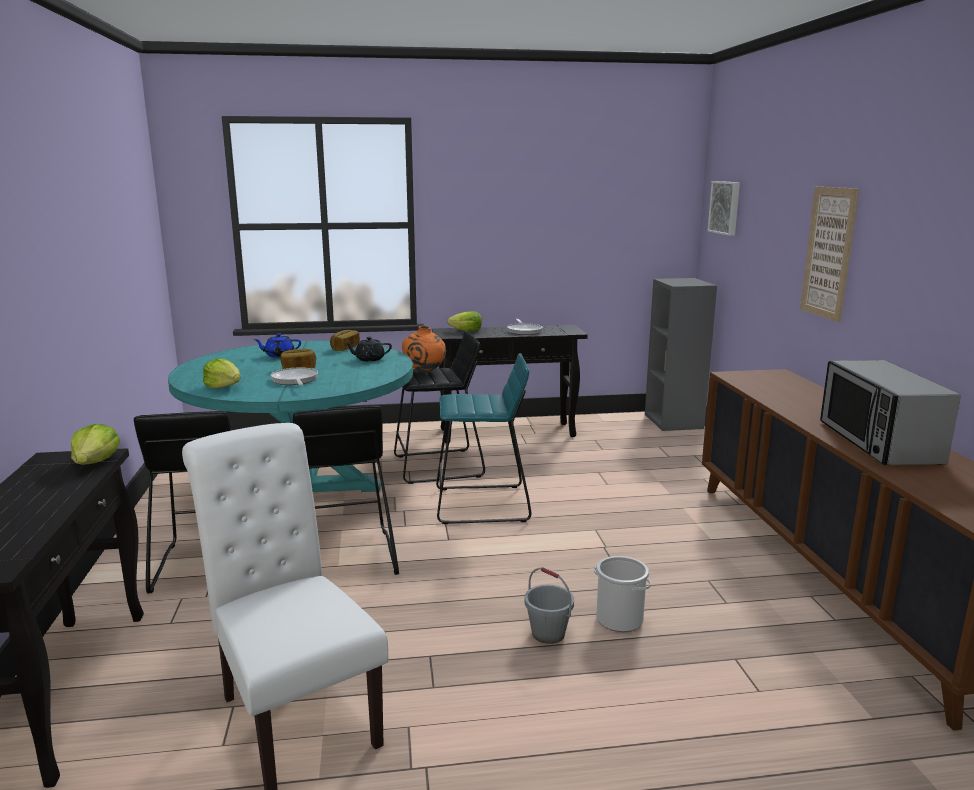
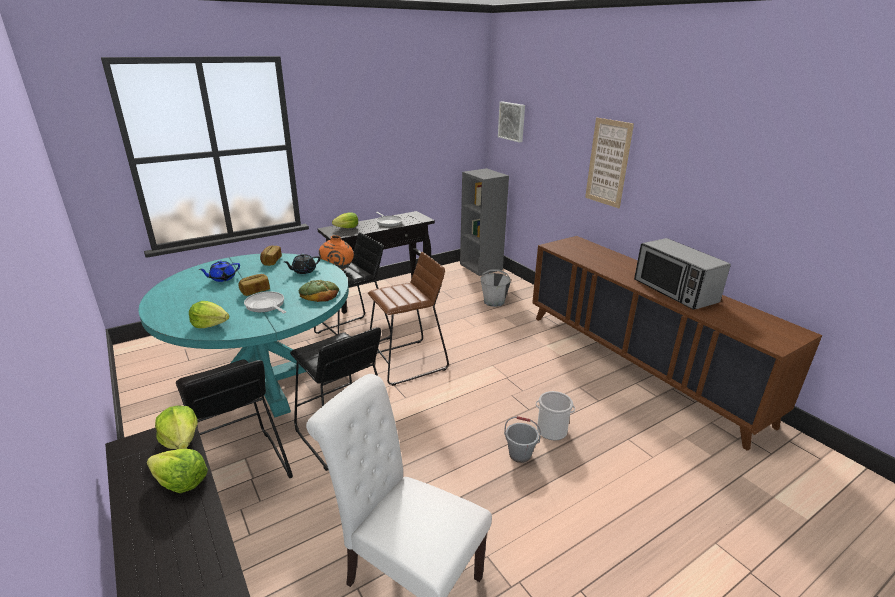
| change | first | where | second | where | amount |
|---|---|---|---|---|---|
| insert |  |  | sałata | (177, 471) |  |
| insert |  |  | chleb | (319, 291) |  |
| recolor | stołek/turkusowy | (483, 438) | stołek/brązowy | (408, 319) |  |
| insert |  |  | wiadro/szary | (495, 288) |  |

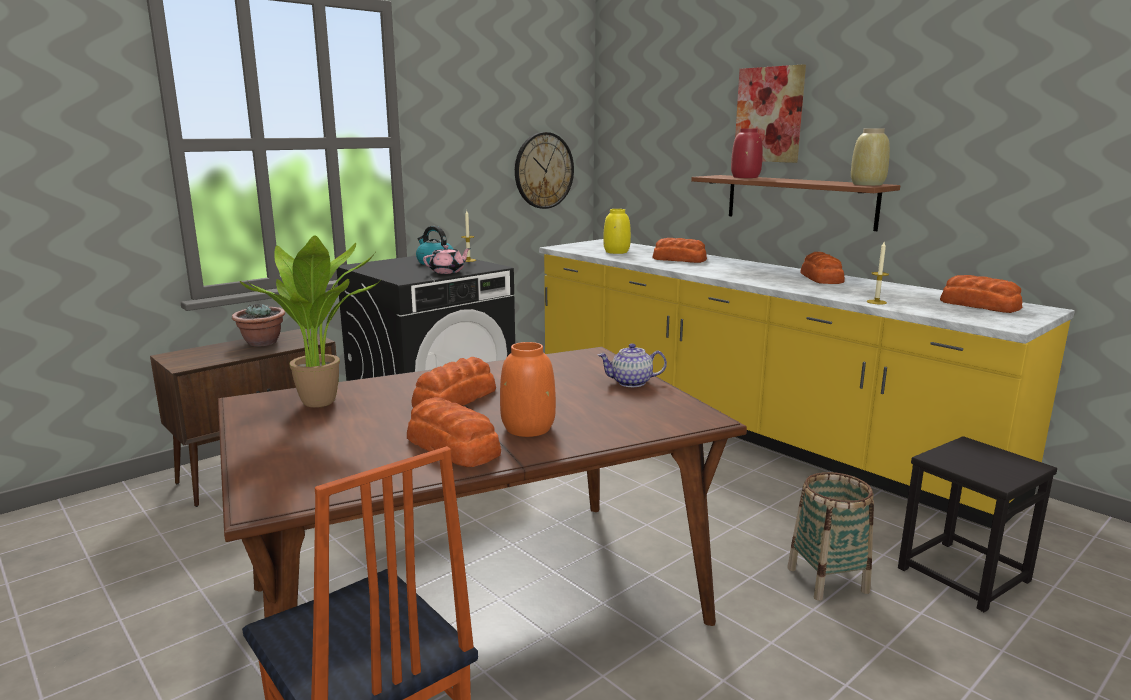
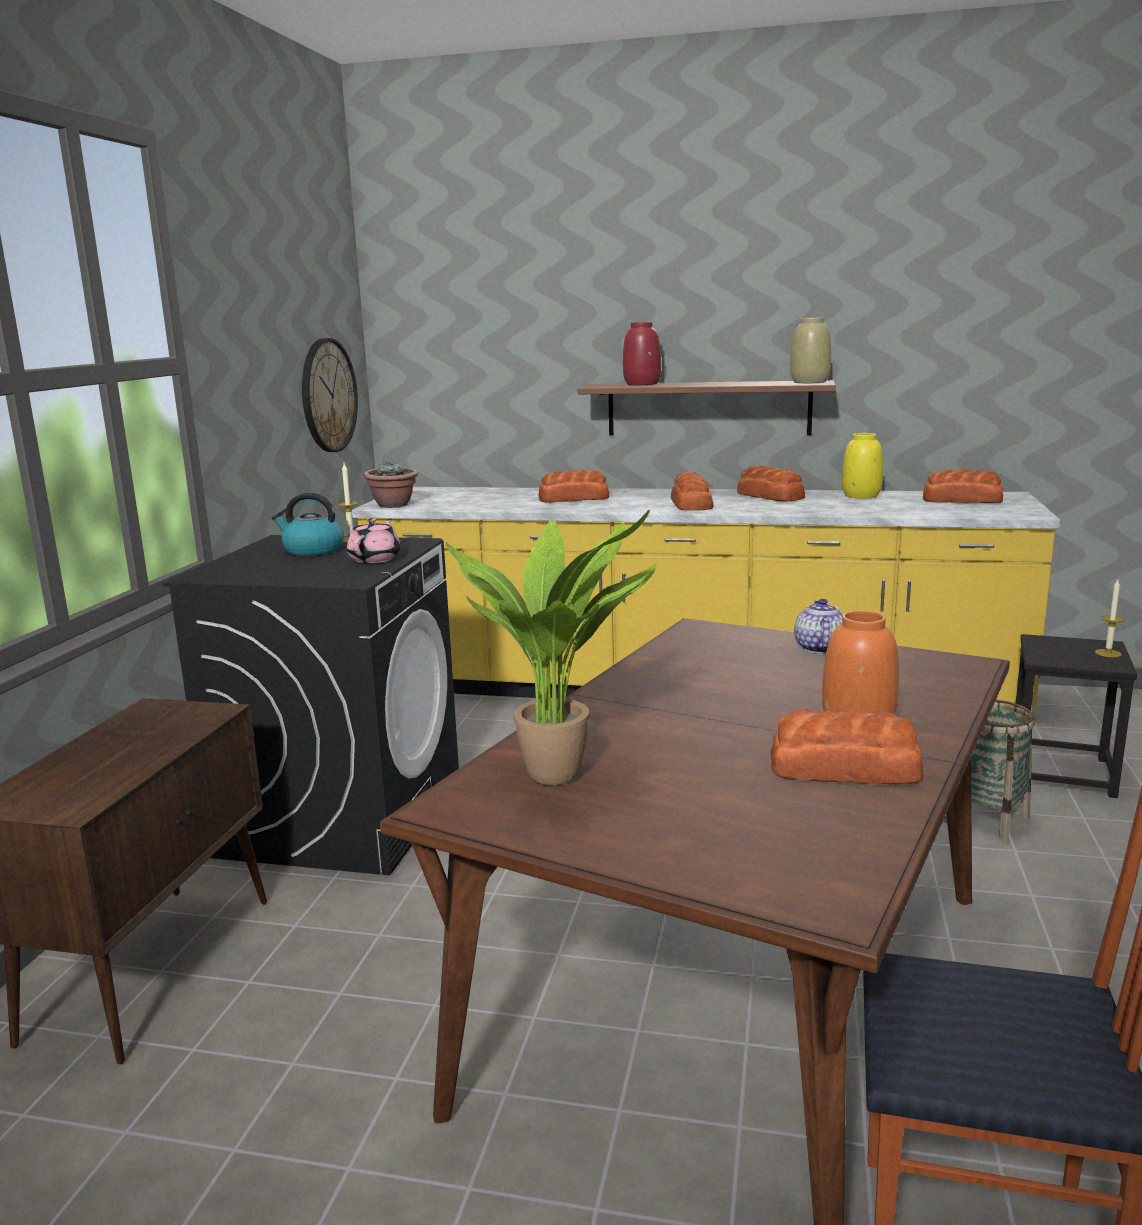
| change | first | where | second | where | amount |
|---|---|---|---|---|---|
| move | roślina doniczkowa | (258, 325) |  | (391, 484) |  |
| move | chleb | (453, 382) |  | (692, 491) |  |
| rotate | imbryk | (632, 365) |  | (818, 626) | 135 degrees clockwise |
| move | wazon/żółty | (617, 231) |  | (862, 466) |  |
| move | świeca | (877, 273) |  | (1109, 618) |  |
| delete | obraz | (770, 113) |  |  |  |

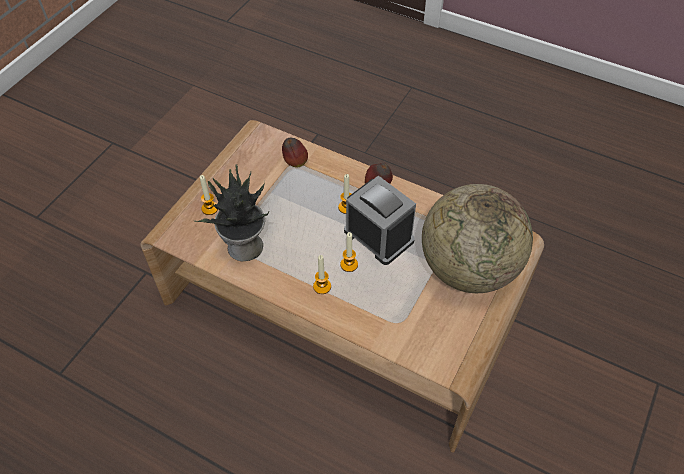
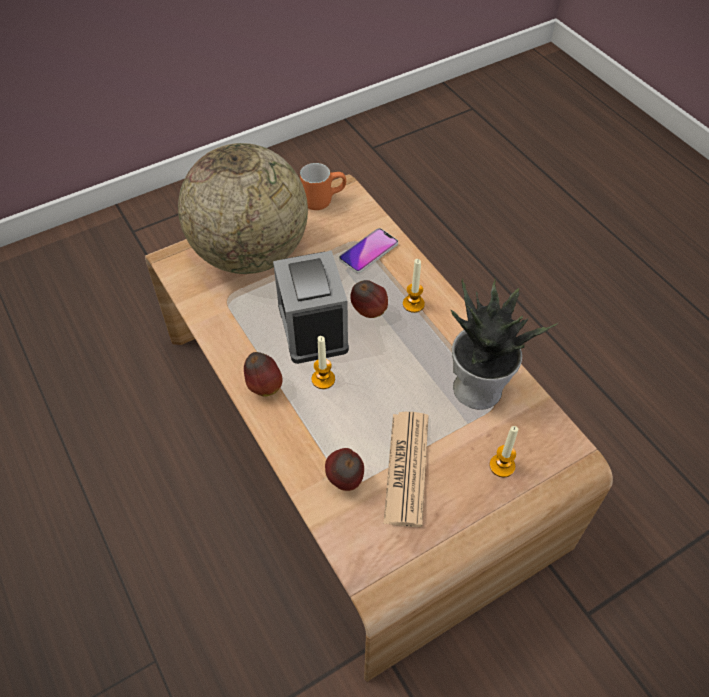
| change | first | where | second | where | amount |
|---|---|---|---|---|---|
| insert |  |  | kubek/pomarańczowy | (323, 186) |  |
| insert |  |  | telefon | (368, 250) |  |
| replace | świeca | (349, 252) | jabłko | (369, 299) |  |
| insert |  |  | gazeta | (406, 469) |  |

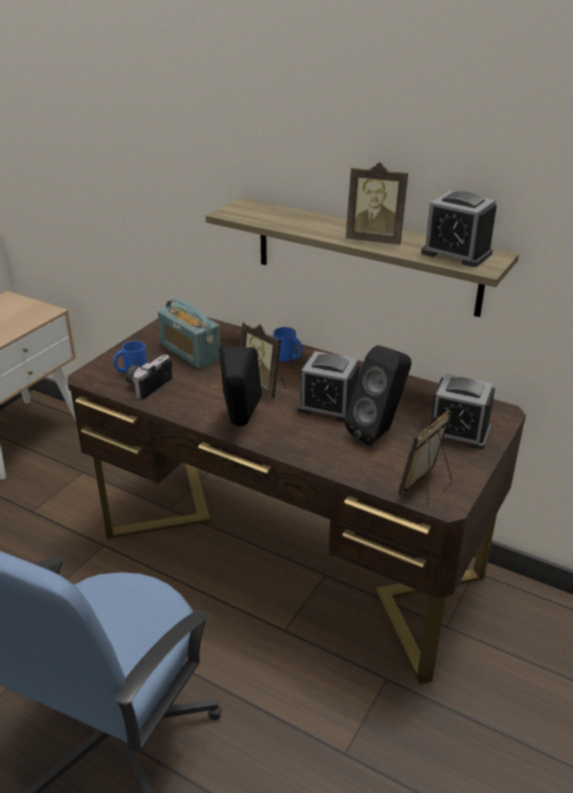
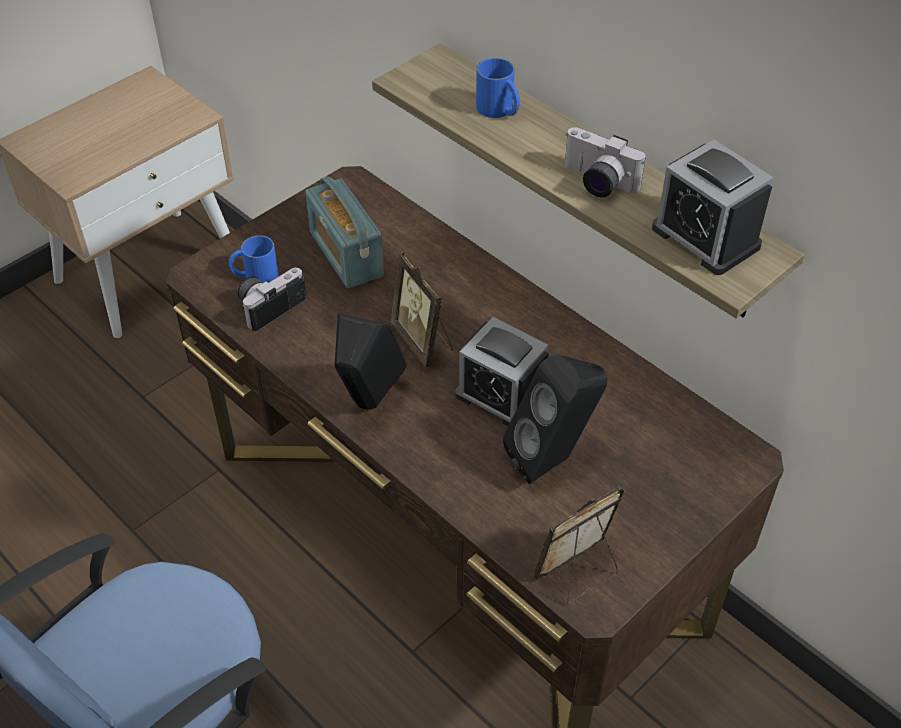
| change | first | where | second | where | amount |
|---|---|---|---|---|---|
| move | kubek/niebieski | (288, 344) |  | (498, 88) |  |
| replace | ramka na zdjęcie | (377, 203) | aparat fotograficzny | (605, 162) |  |
| delete | budzik | (463, 412) |  |  |  |

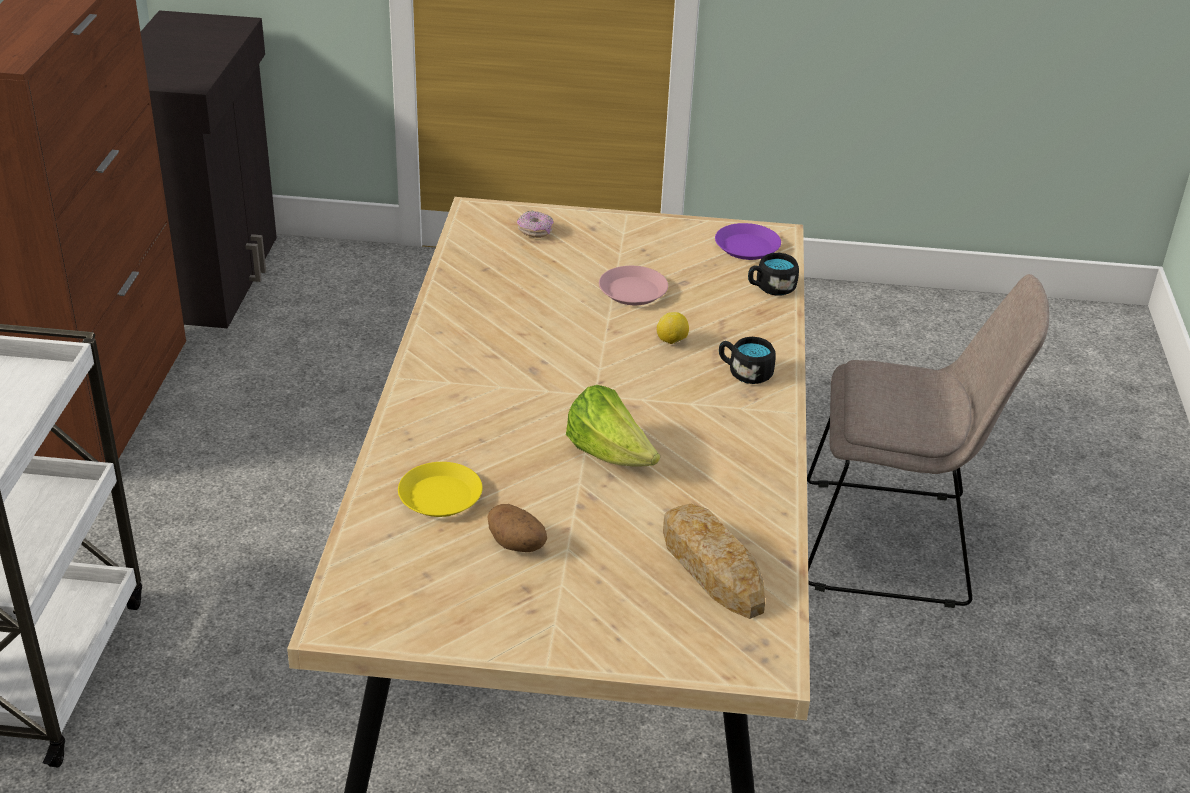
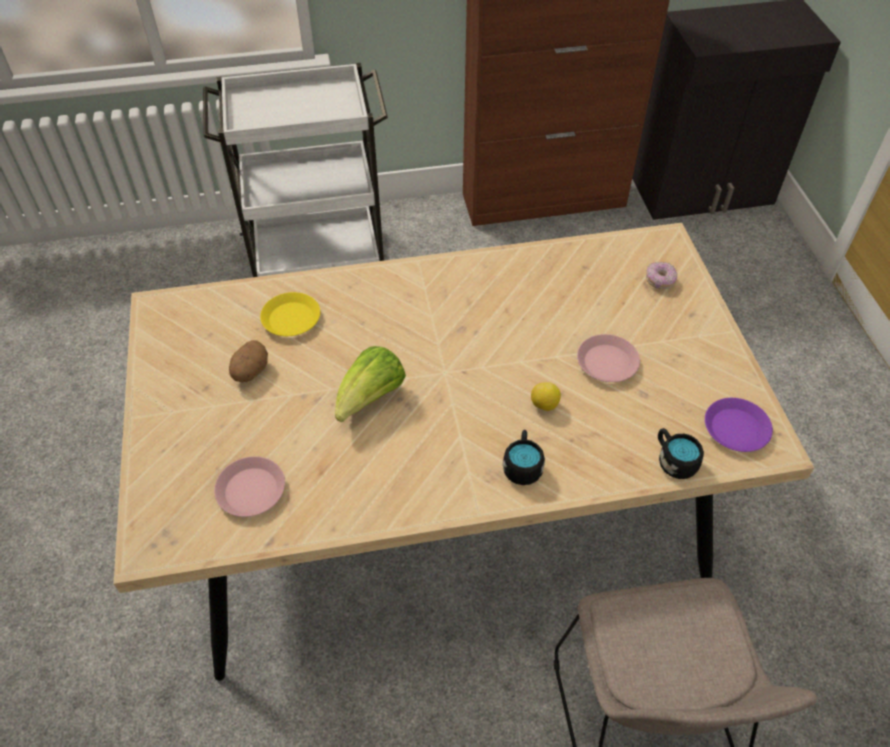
| change | first | where | second | where | amount |
|---|---|---|---|---|---|
| replace | chleb | (714, 561) | talerz/różowy | (249, 486) |  |

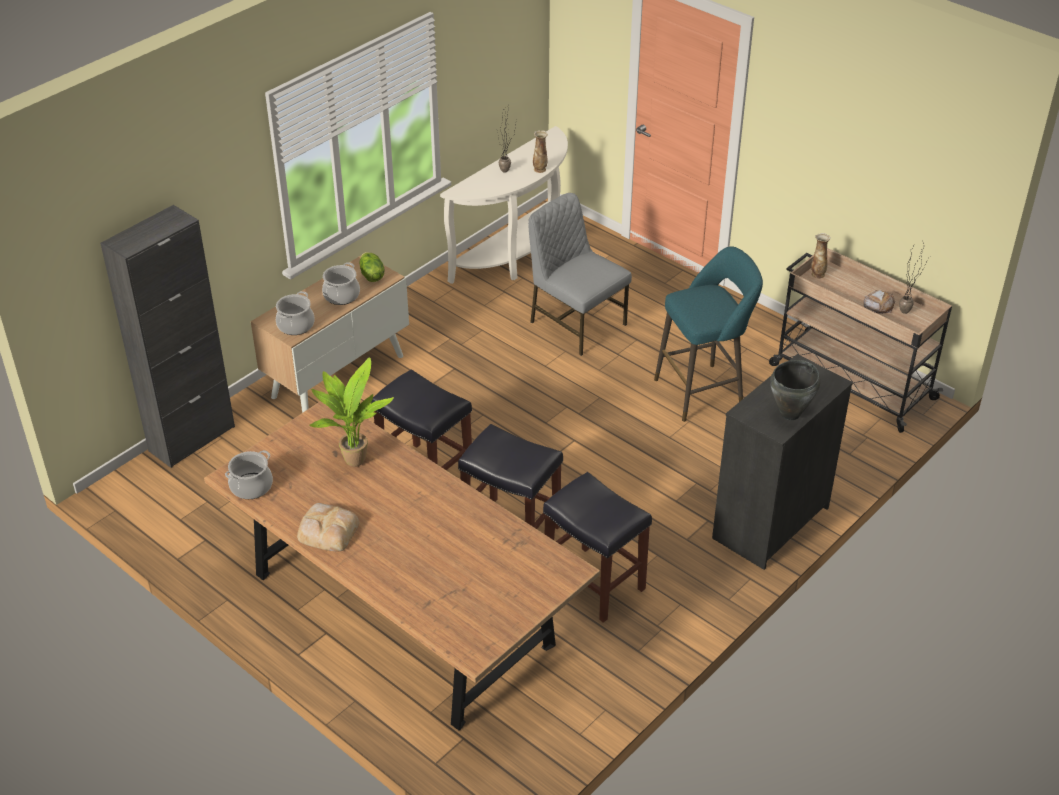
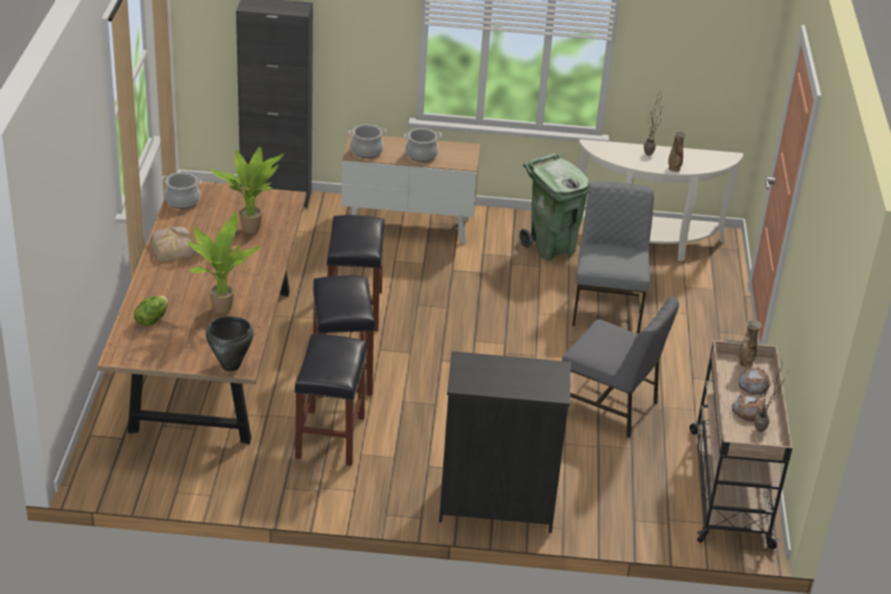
| change | first | where | second | where | amount |
|---|---|---|---|---|---|
| move | sałata | (372, 267) |  | (151, 311) |  |
| insert |  |  | roślina doniczkowa | (223, 263) |  |
| move | garnek/czarny | (795, 390) |  | (230, 343) |  |
| insert |  |  | kosz na śmieci/zielony | (554, 207) |  |
| replace | stołek/turkusowy | (708, 334) | krzesło/szary | (620, 367) |  |
| insert |  |  | chleb | (754, 381) |  |

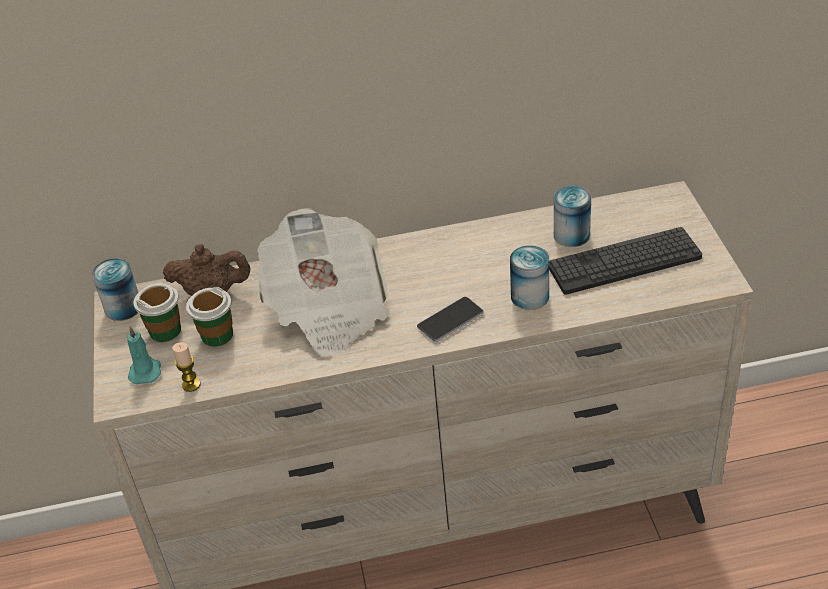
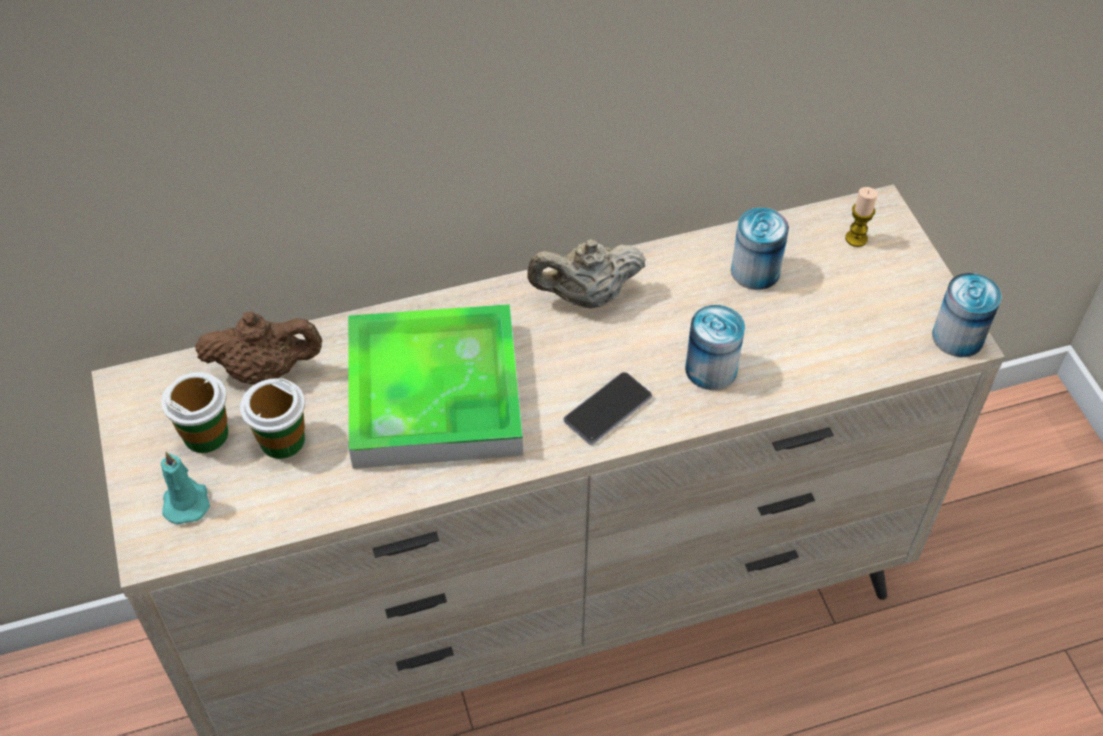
| change | first | where | second | where | amount |
|---|---|---|---|---|---|
| replace | gazeta | (324, 282) | taca | (435, 386) |  |
| insert |  |  | imbryk/beżowy | (586, 273) |  |
| move | świeca | (186, 367) |  | (861, 217) |  |
| move | puszka | (115, 289) |  | (967, 315) |  |
| delete | klawiatura | (625, 261) |  |  |  |

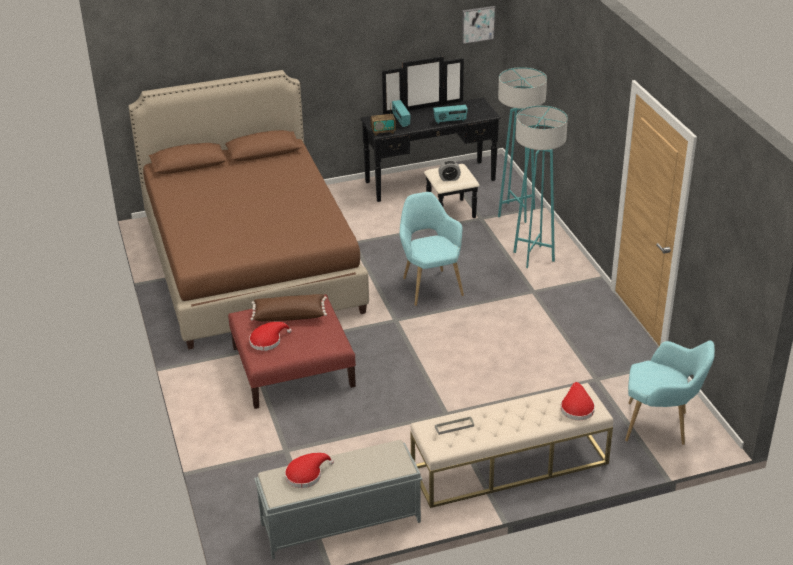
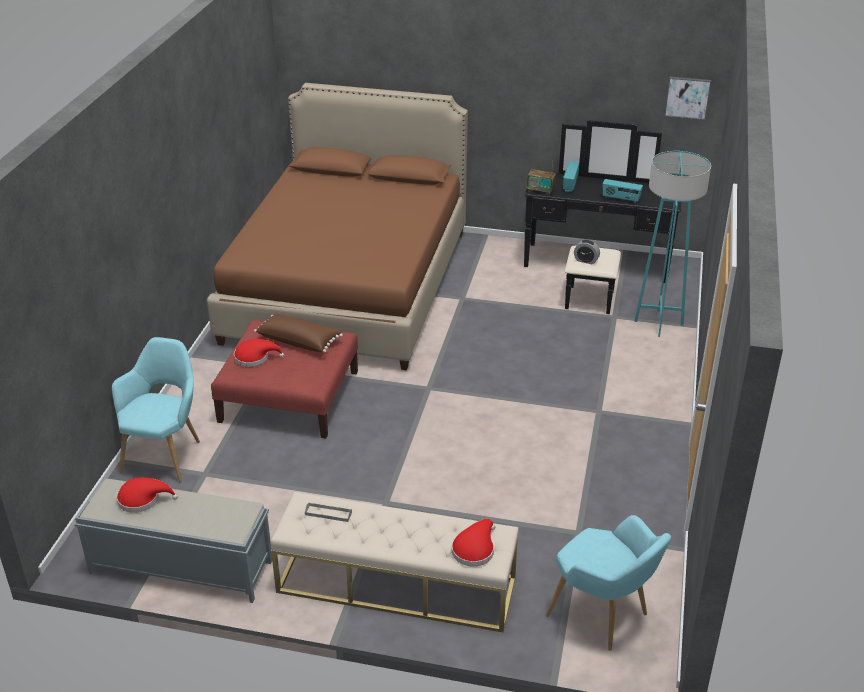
| change | first | where | second | where | amount |
|---|---|---|---|---|---|
| move | fotel/turkusowy | (432, 249) |  | (156, 410) |  |
| delete | lampa stojąca/turkusowy | (540, 187) |  |  |  |

